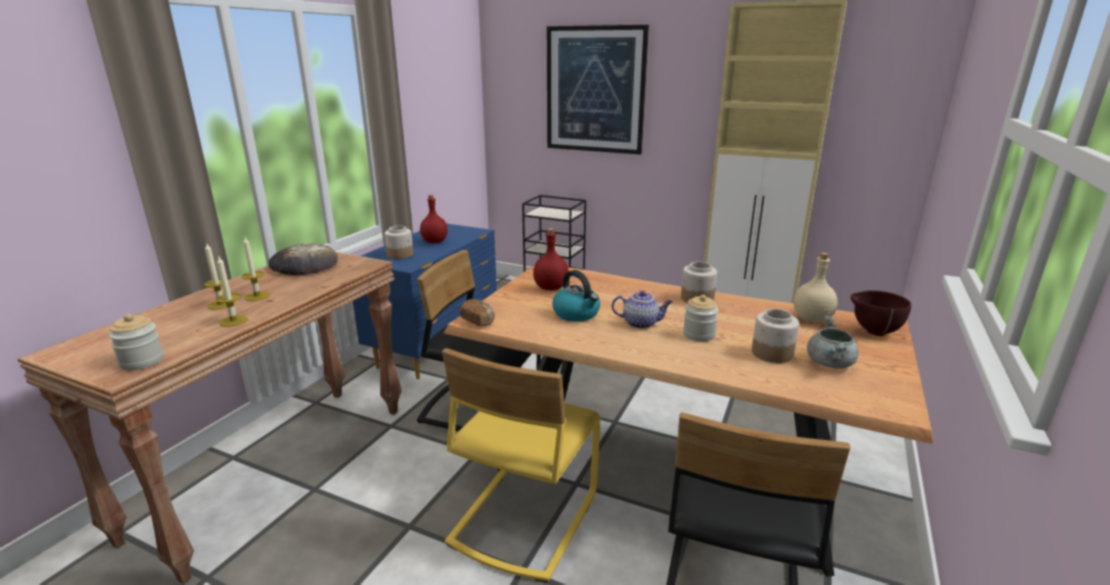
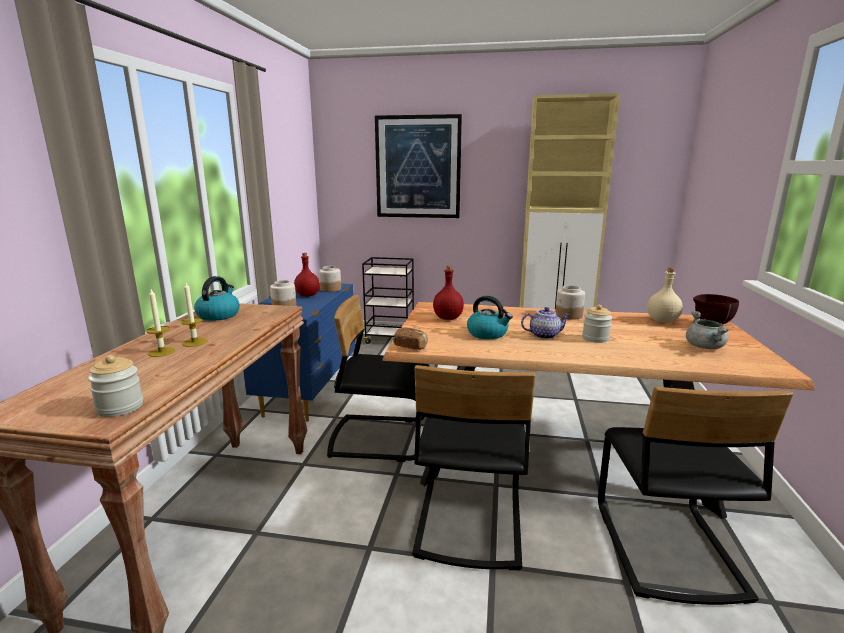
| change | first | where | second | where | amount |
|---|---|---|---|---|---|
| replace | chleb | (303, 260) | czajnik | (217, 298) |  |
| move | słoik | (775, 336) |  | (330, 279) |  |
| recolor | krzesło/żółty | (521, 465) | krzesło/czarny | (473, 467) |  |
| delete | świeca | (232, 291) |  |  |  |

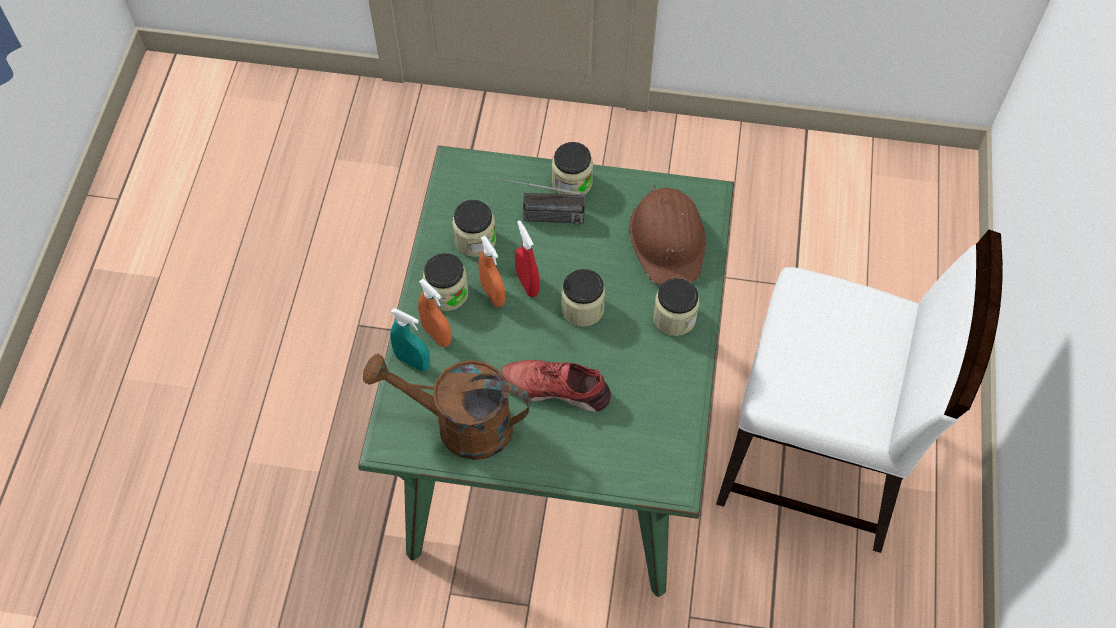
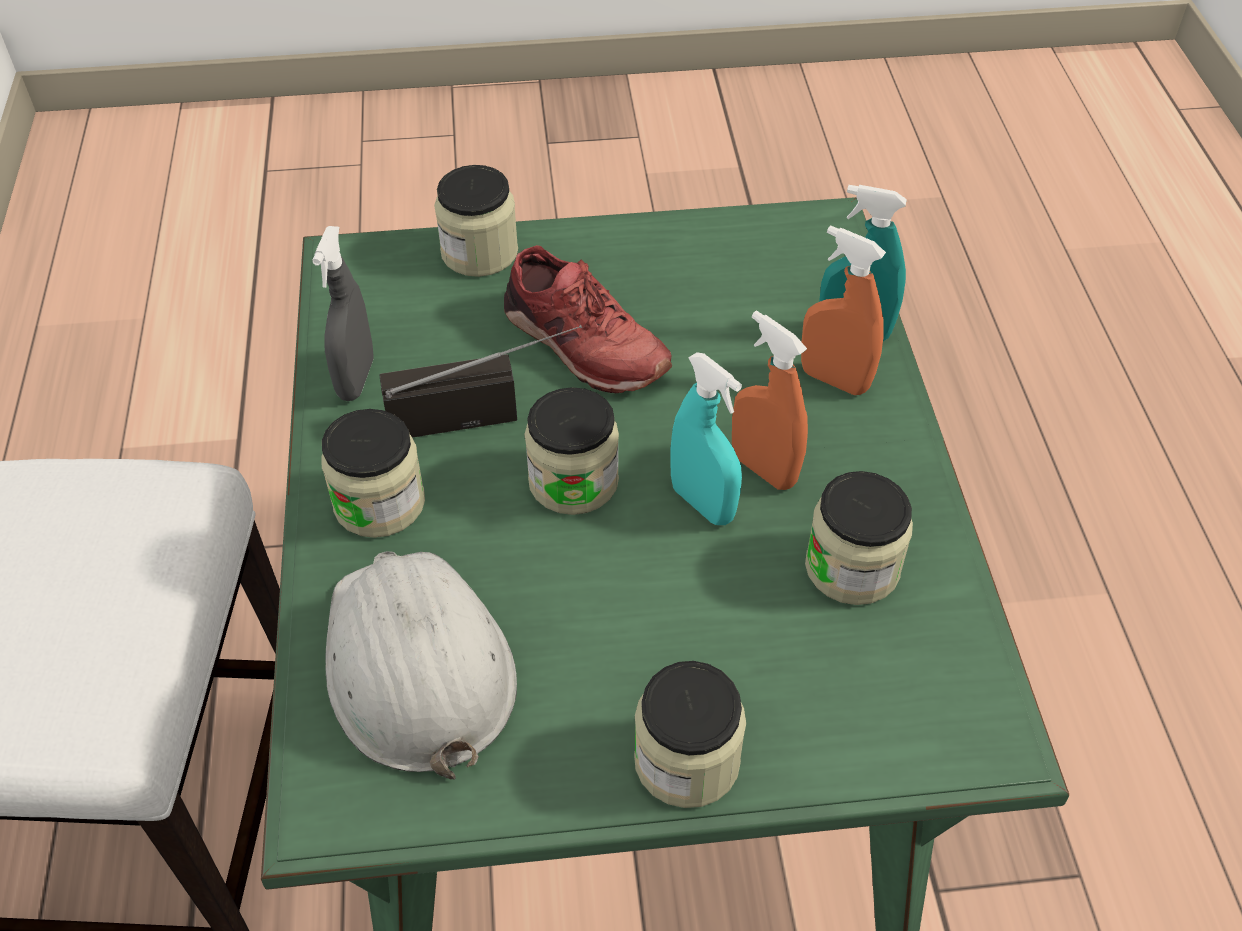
| change | first | where | second | where | amount |
|---|---|---|---|---|---|
| insert |  |  | spryskiwacz/szary | (343, 313) |  |
| recolor | kask/brązowy | (667, 235) | kask/biały | (421, 665) |  |
| move | radio | (537, 200) |  | (480, 381) |  |
| move | słoik | (445, 282) |  | (476, 221) |  |
| rotate | but/czerwony | (556, 386) |  | (588, 319) | 45 degrees clockwise |
| recolor | spryskiwacz/czerwony | (527, 258) | spryskiwacz/turkusowy | (706, 438) |  |
| delete | konewka/brązowy | (447, 407) |  |  |  |

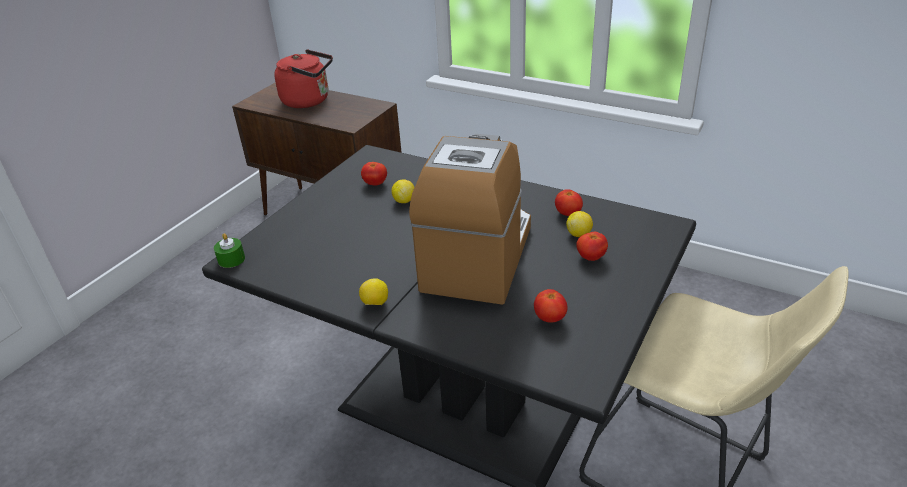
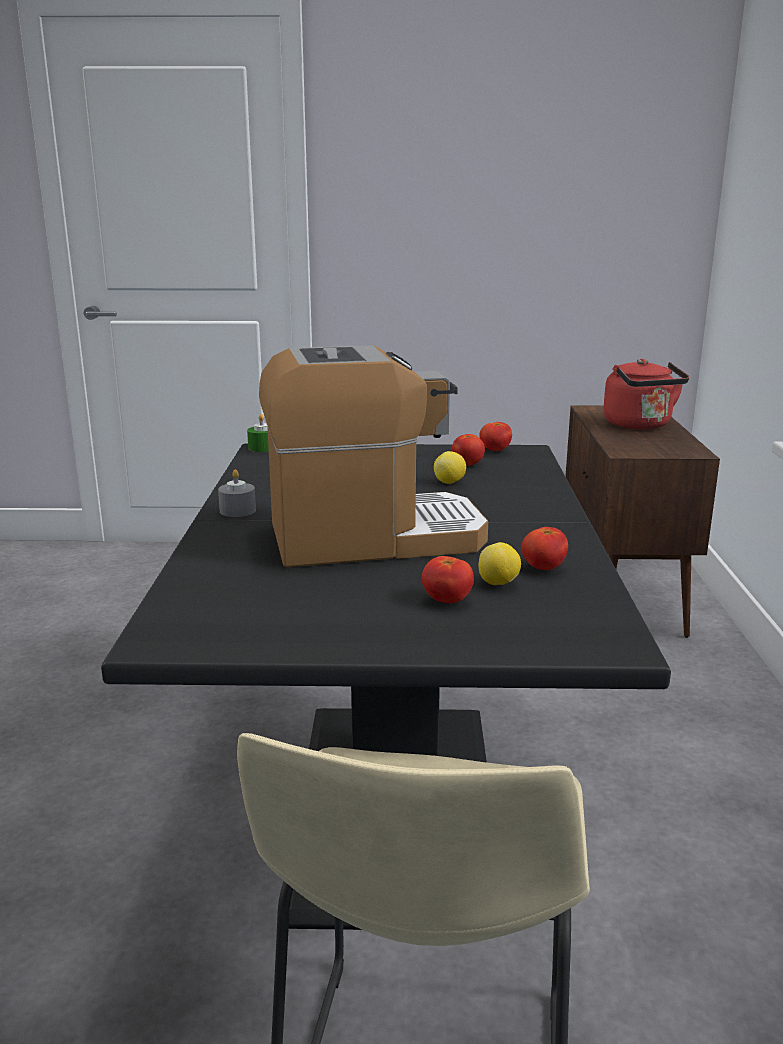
| change | first | where | second | where | amount |
|---|---|---|---|---|---|
| replace | cytryna | (373, 291) | świeca/szary | (237, 493) |  |
| move | pomidor | (550, 306) |  | (495, 436) |  |

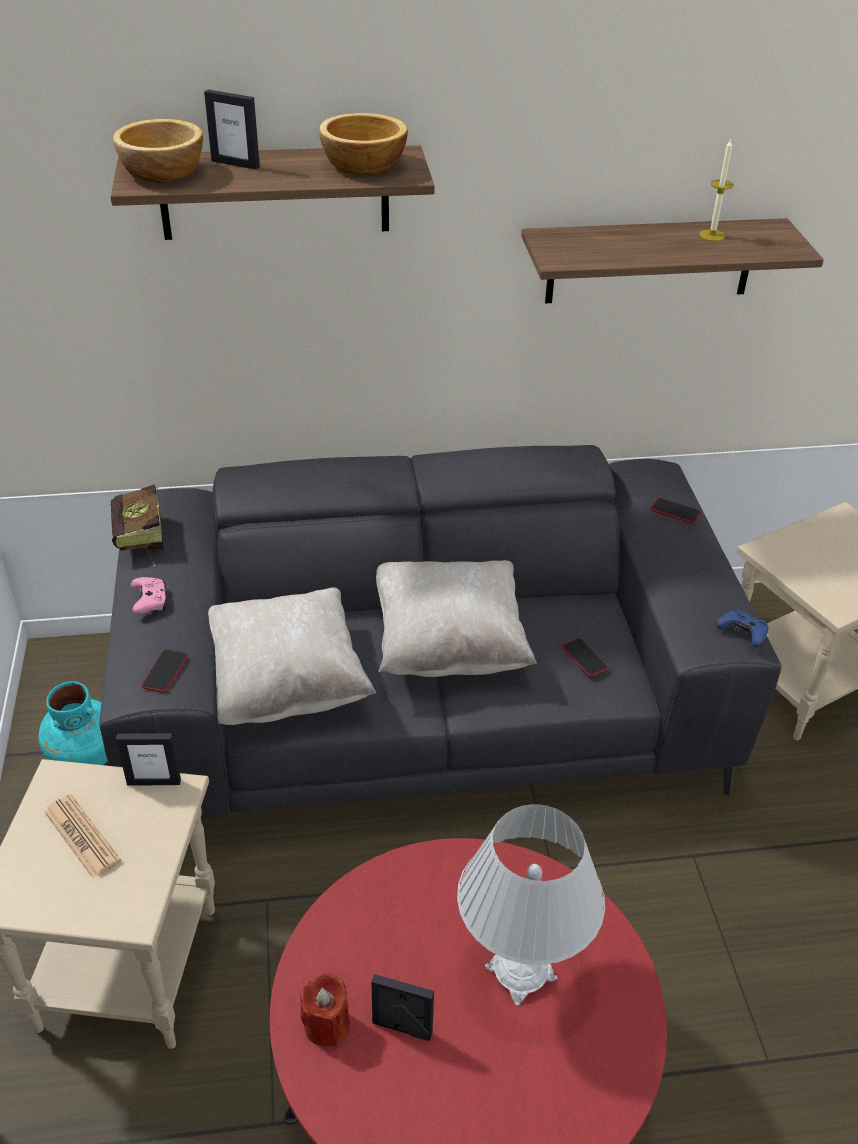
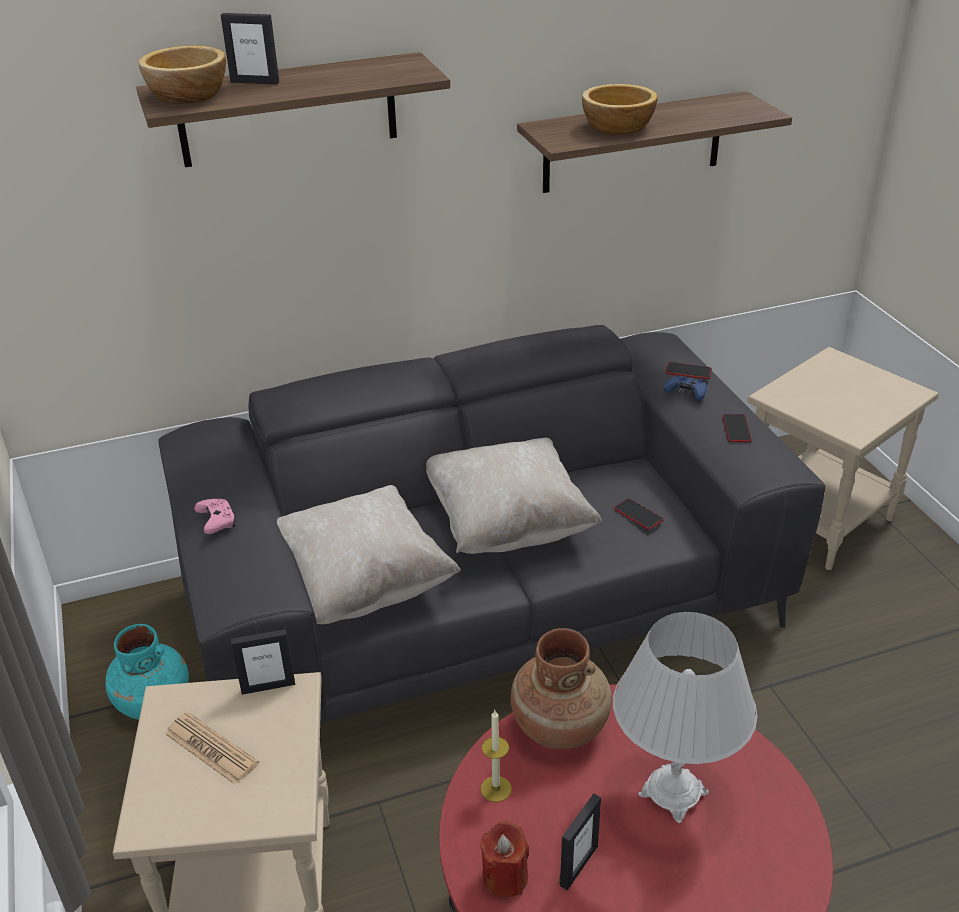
| change | first | where | second | where | amount |
|---|---|---|---|---|---|
| move | świeca | (716, 190) |  | (496, 756) |  |
| insert |  |  | wazon/brązowy | (561, 688) |  |
| rotate | ramka na zdjęcie | (402, 1007) |  | (580, 841) | 120 degrees clockwise |
| move | miska | (363, 144) |  | (620, 109) |  |
| move | pad do gier/niebieski | (742, 628) |  | (685, 388) |  |
| move | telefon | (165, 671) |  | (737, 428) |  |
| delete | książka | (137, 525) |  |  |  |

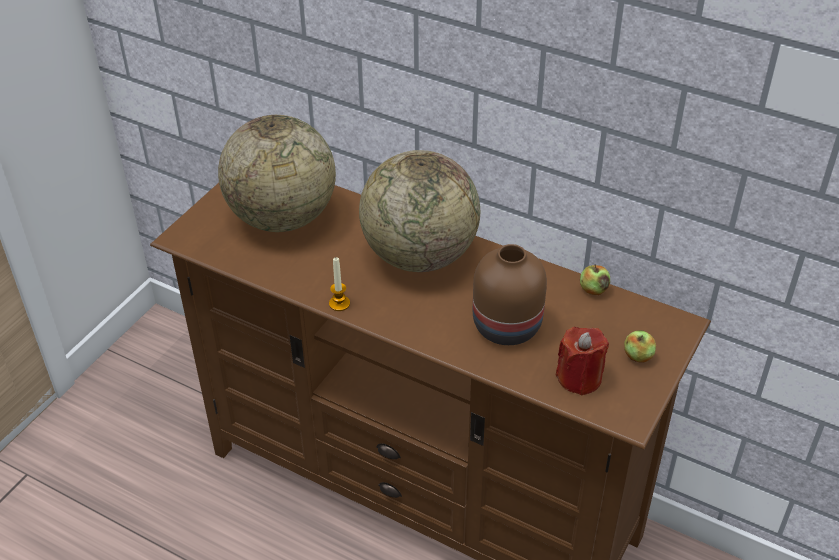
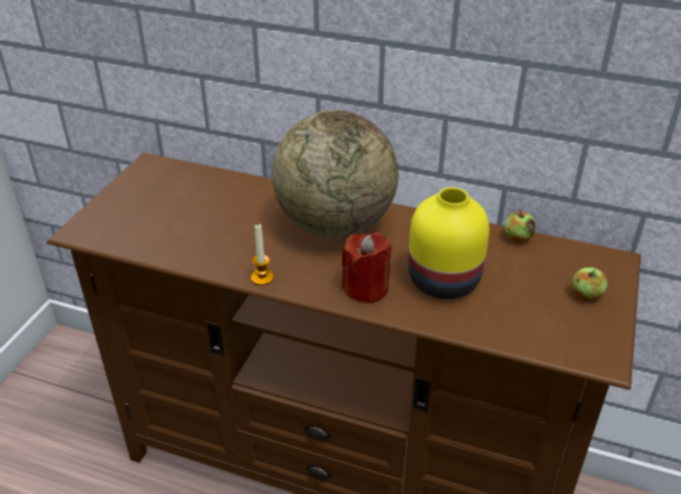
| change | first | where | second | where | amount |
|---|---|---|---|---|---|
| move | świeca/czerwony | (582, 361) |  | (367, 268) |  |
| recolor | wazon/brązowy | (510, 294) | wazon/żółty | (449, 243) |  |
| delete | globus | (277, 173) |  |  |  |

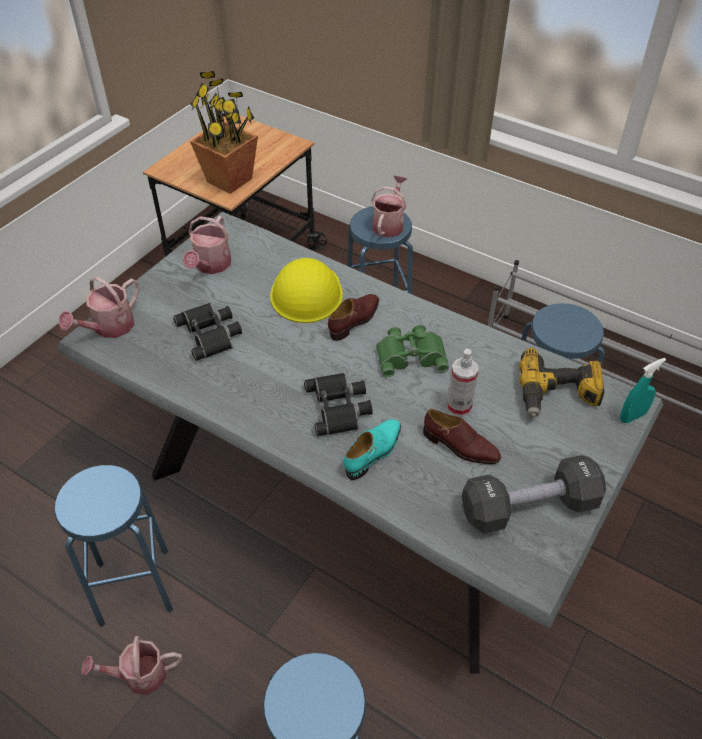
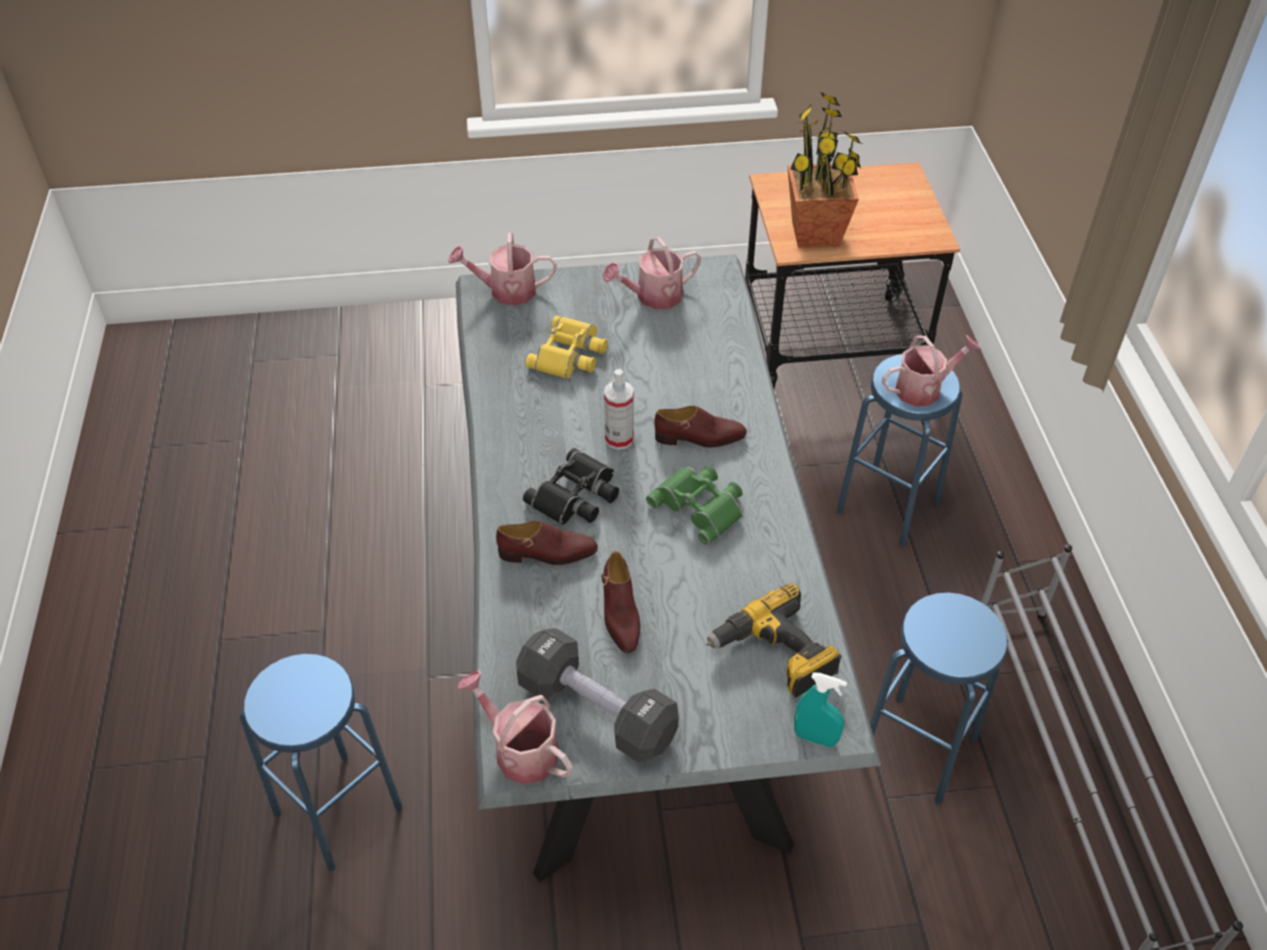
| change | first | where | second | where | amount |
|---|---|---|---|---|---|
| move | konewka | (131, 665) |  | (515, 727) |  |
| recolor | but/turkusowy | (372, 449) | but/brązowy | (547, 543) |  |
| recolor | lornetka/czarny | (207, 332) | lornetka/żółty | (566, 347) |  |
| move | spryskiwacz | (463, 383) |  | (619, 409) |  |
| delete | stołek/niebieski | (113, 546) |  |  |  |
| delete | kask/żółty | (306, 290) |  |  |  |

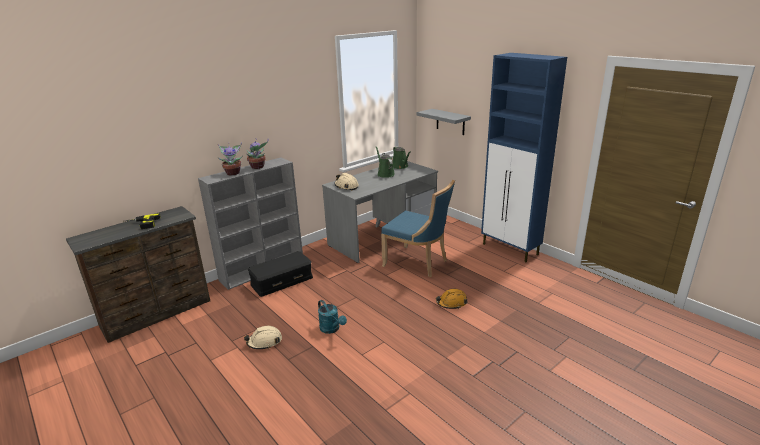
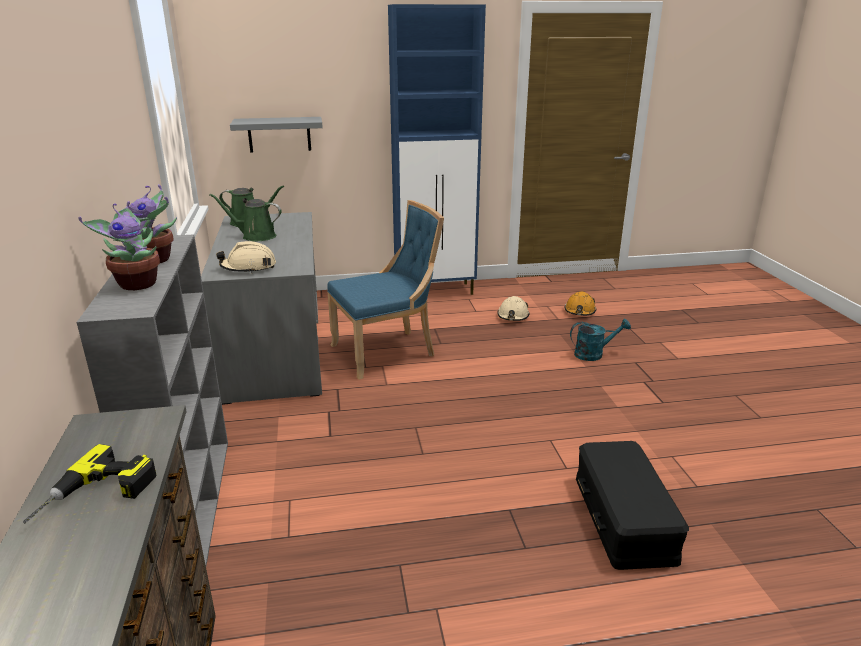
| change | first | where | second | where | amount |
|---|---|---|---|---|---|
| move | kask/beżowy | (263, 337) |  | (513, 308) |  |
| move | kask/pomarańczowy | (451, 299) |  | (580, 304) |  |
| move | konewka/turkusowy | (332, 317) |  | (600, 340) |  |
| move | pojemnik do przechowywania/czarny | (280, 274) |  | (632, 505) |  |

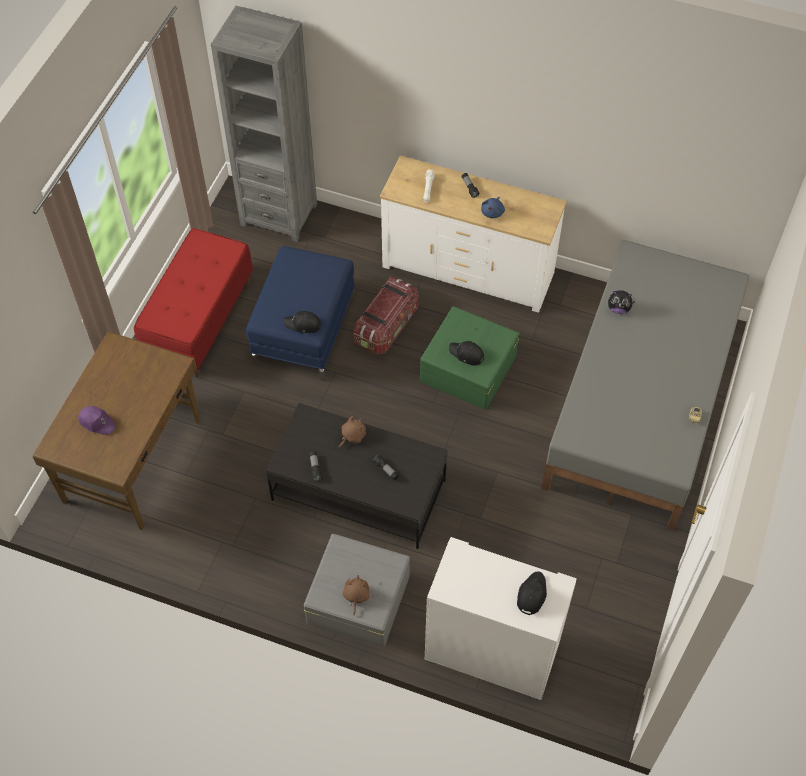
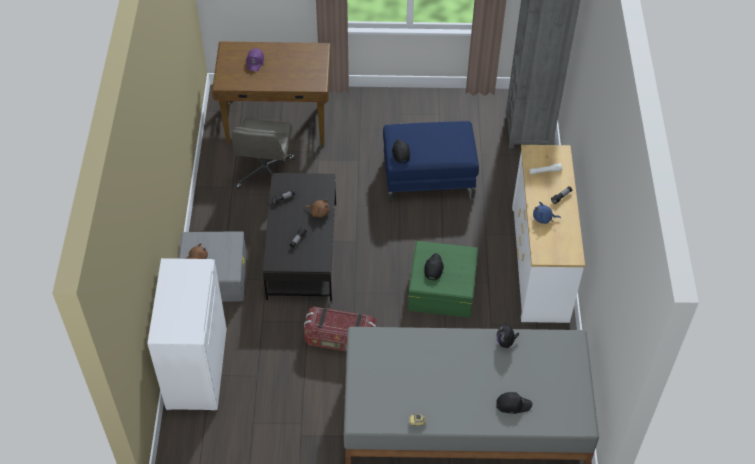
| change | first | where | second | where | amount |
|---|---|---|---|---|---|
| insert |  |  | krzesło biurowe/szary | (263, 153) |  |
| move | pojemnik do przechowywania | (386, 316) |  | (340, 329) |  |
| move | czapka z daszkiem/czarny | (532, 593) |  | (514, 403) |  |
| delete | ławka/czerwony | (193, 302) |  |  |  |

